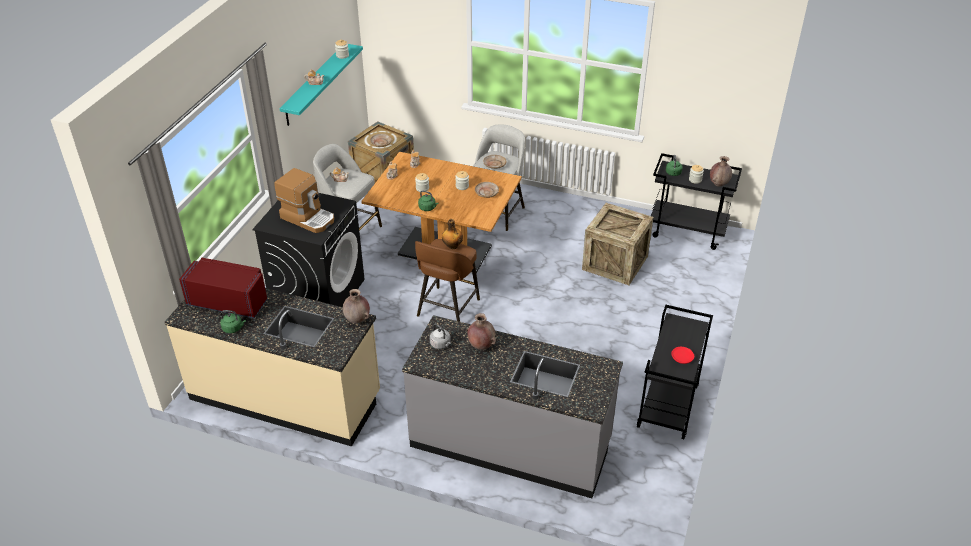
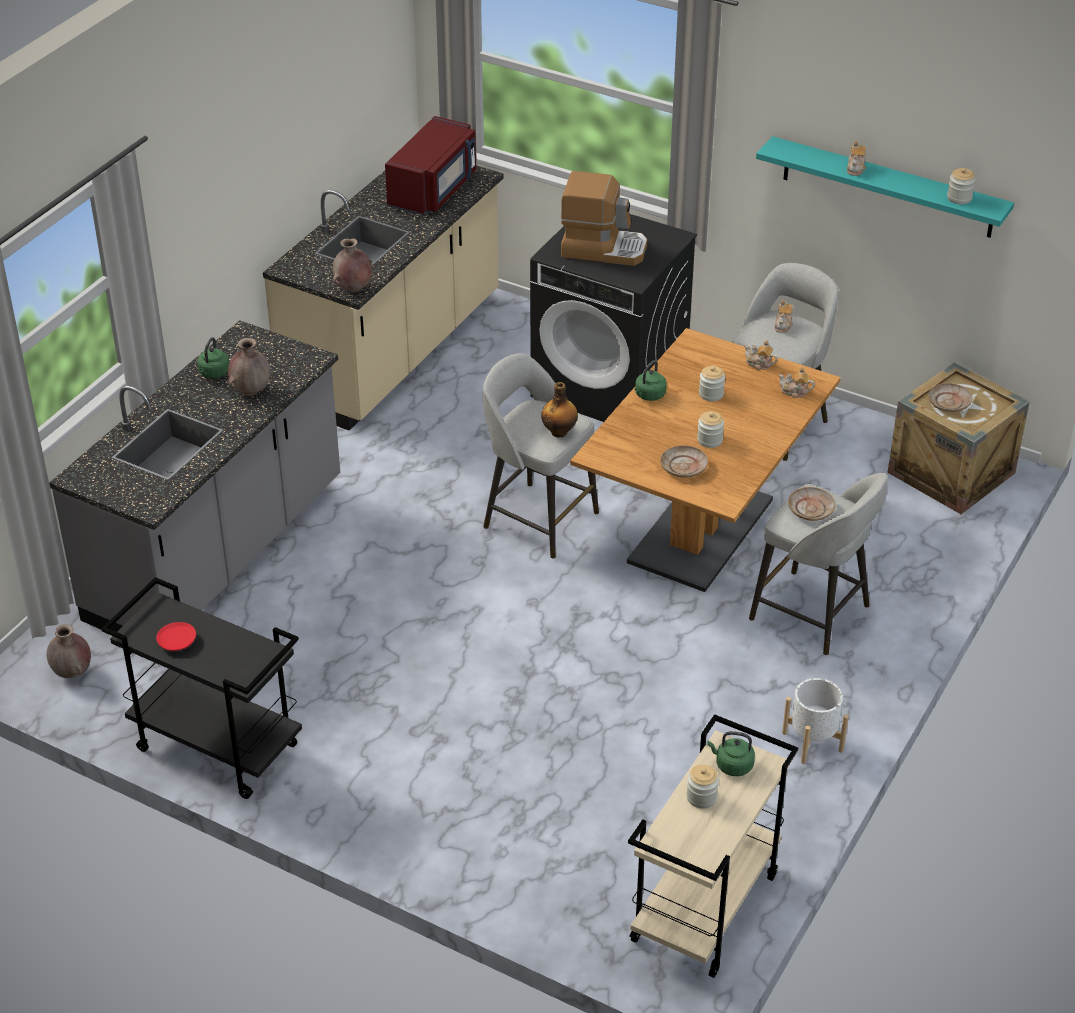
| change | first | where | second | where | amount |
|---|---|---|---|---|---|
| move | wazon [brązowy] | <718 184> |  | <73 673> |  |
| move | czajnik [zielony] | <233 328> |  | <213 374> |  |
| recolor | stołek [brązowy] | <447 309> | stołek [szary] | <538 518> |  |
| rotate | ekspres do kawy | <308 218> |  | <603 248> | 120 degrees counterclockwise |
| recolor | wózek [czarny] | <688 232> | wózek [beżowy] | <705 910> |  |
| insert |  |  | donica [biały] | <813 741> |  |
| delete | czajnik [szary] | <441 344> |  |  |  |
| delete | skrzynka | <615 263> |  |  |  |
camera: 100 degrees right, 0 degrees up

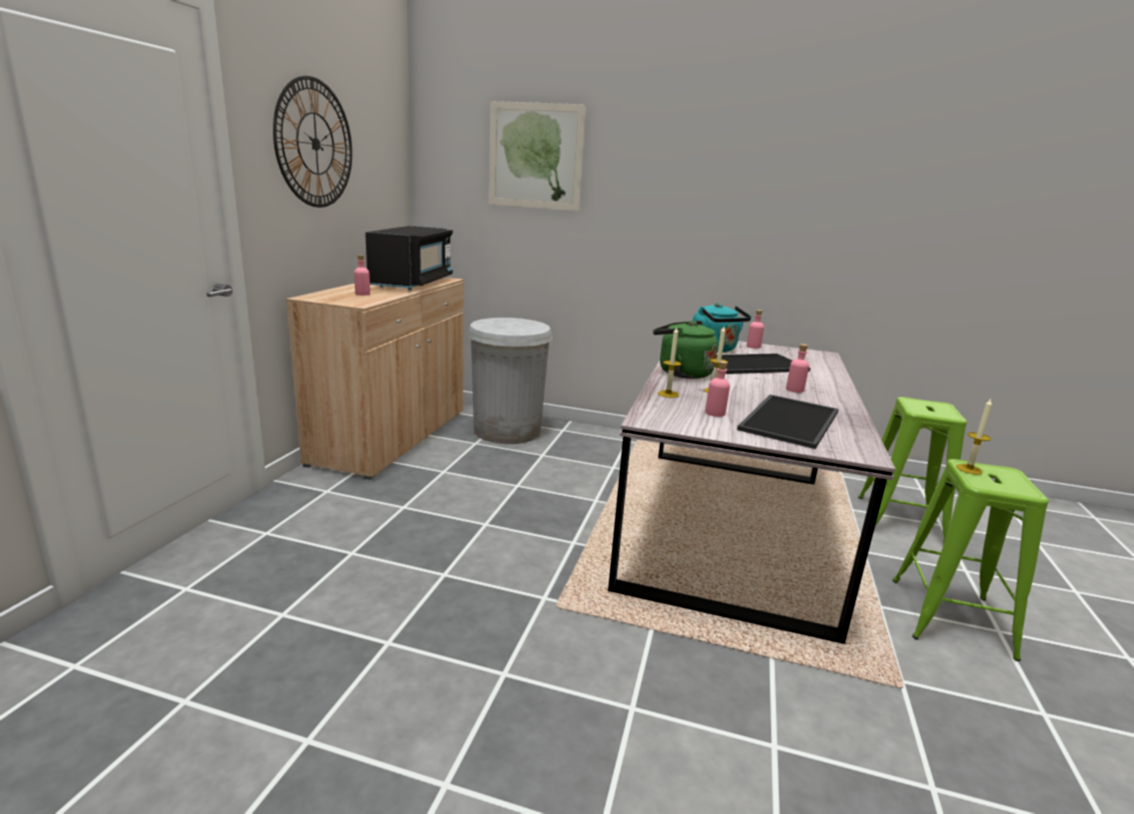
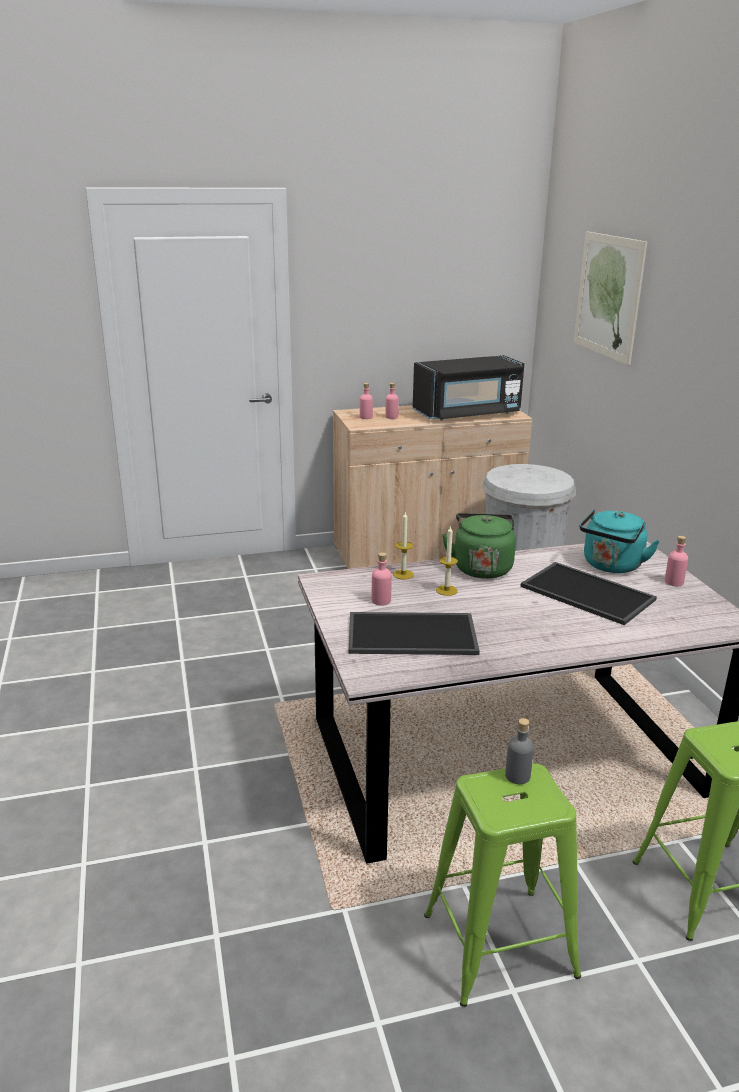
| change | first | where | second | where | amount |
|---|---|---|---|---|---|
| move | butelka [różowy] | <794 390> |  | <366 417> |  |
| replace | świeca | <969 469> | butelka [szary] | <517 776> |  |
| delete | zegar ścienny | <315 144> |  |  |  |
camera: 60 degrees right, 5 degrees up

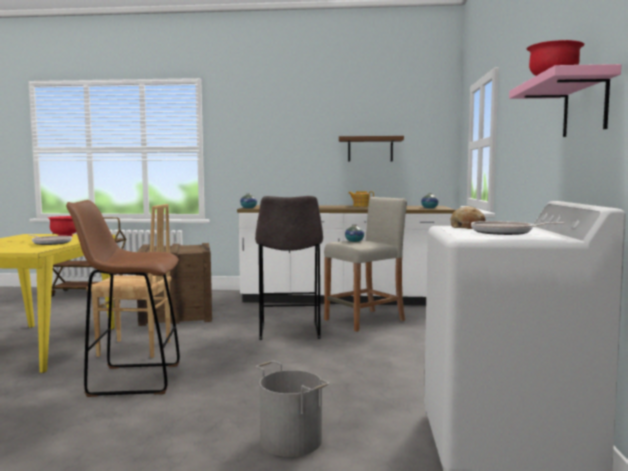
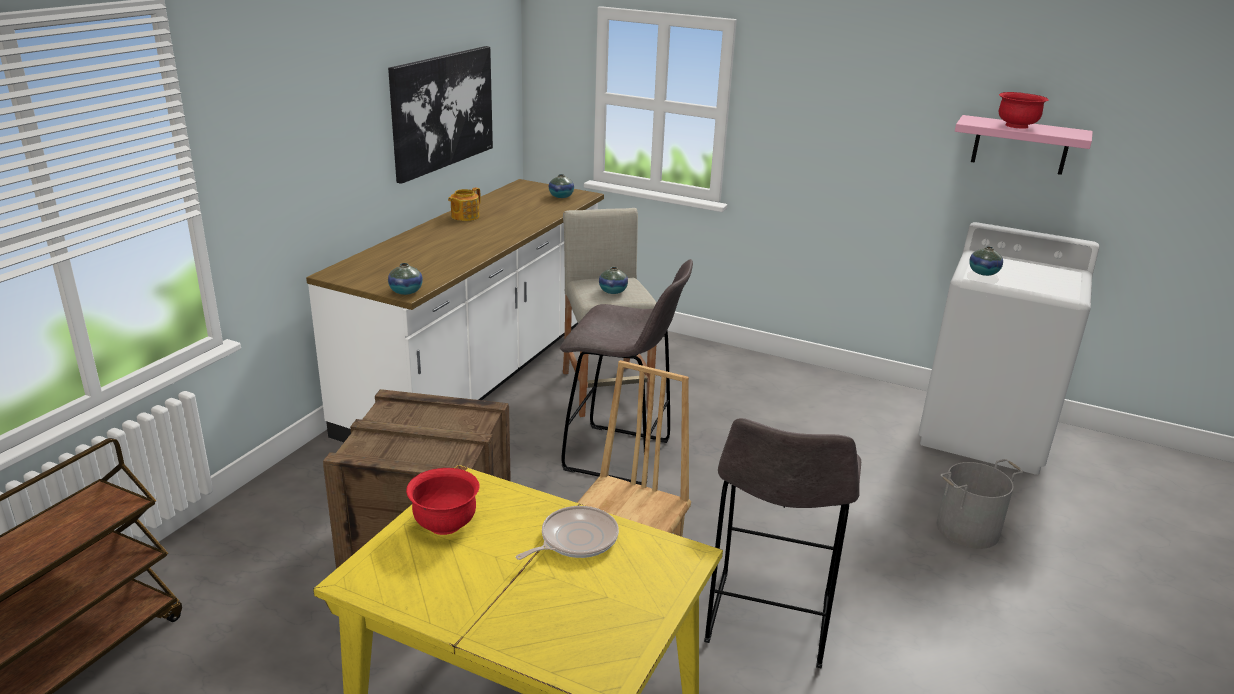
| change | first | where | second | where | amount |
|---|---|---|---|---|---|
| replace | półka [brązowy] | <370 149> | obraz | <442 111> |  |
| recolor | stołek [brązowy] | <132 380> | stołek [szary] | <767 622> |  |
| replace | chleb | <468 227> | wazon | <983 273> |  |
| delete | patelnia | <505 232> |  |  |  |
camera: 70 degrees left, 20 degrees up

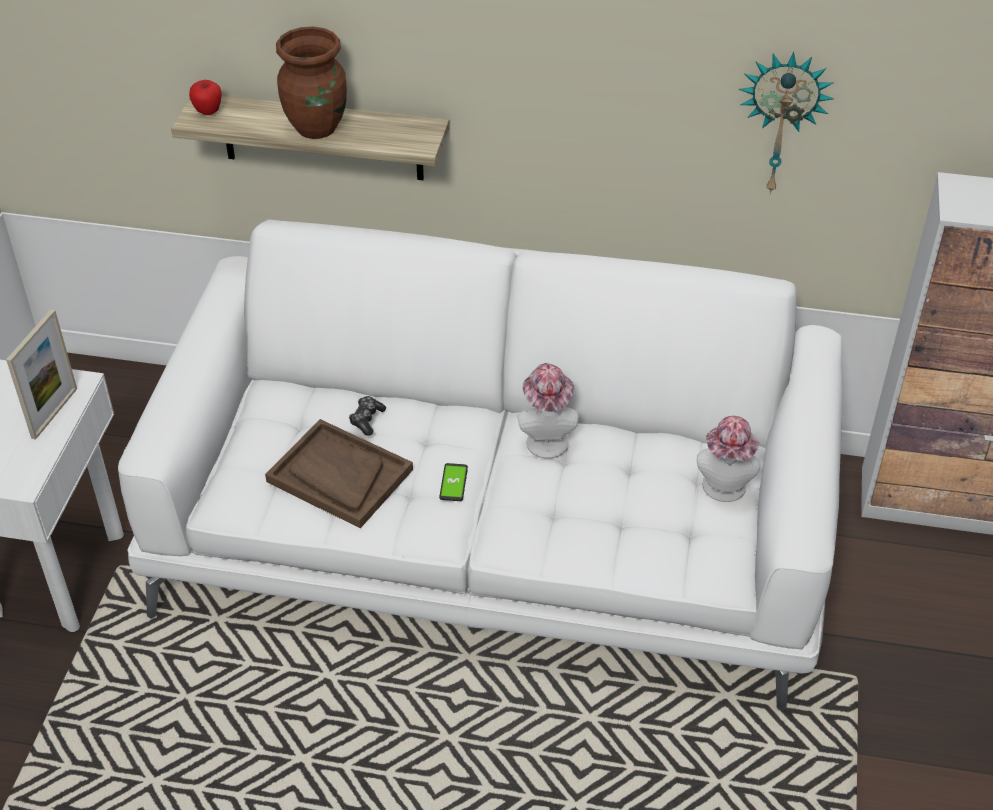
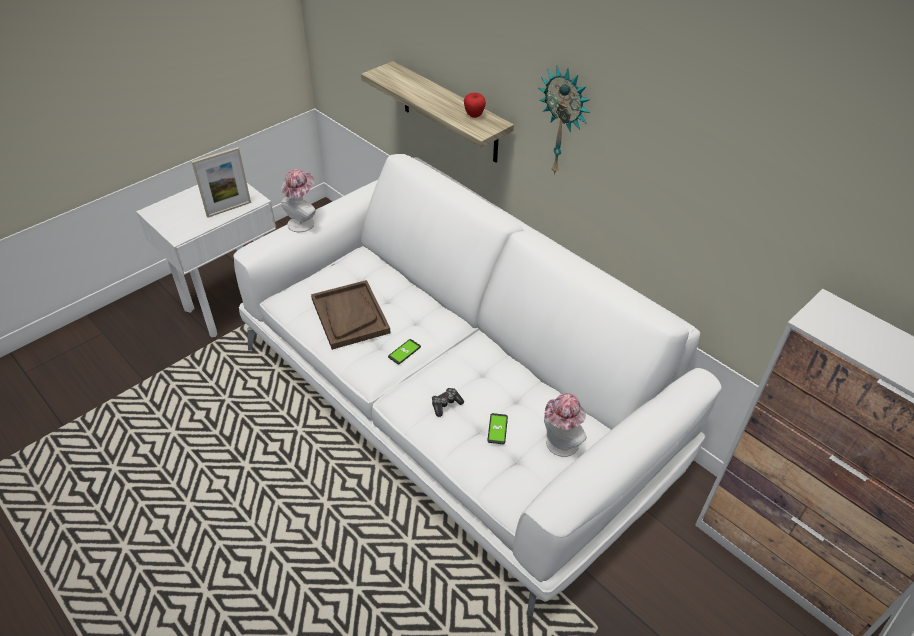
| change | first | where | second | where | amount |
|---|---|---|---|---|---|
| move | kapelusz | <546 438> |  | <303 222> |  |
| move | pad do gier | <367 419> |  | <446 404> |  |
| move | jabłko | <208 112> |  | <474 115> |  |
| insert |  |  | telefon | <497 429> |  |
| move | zegar ścienny | <781 121> |  | <564 122> |  |
| delete | wazon [brązowy] | <317 127> |  |  |  |
camera: 35 degrees right, 0 degrees up

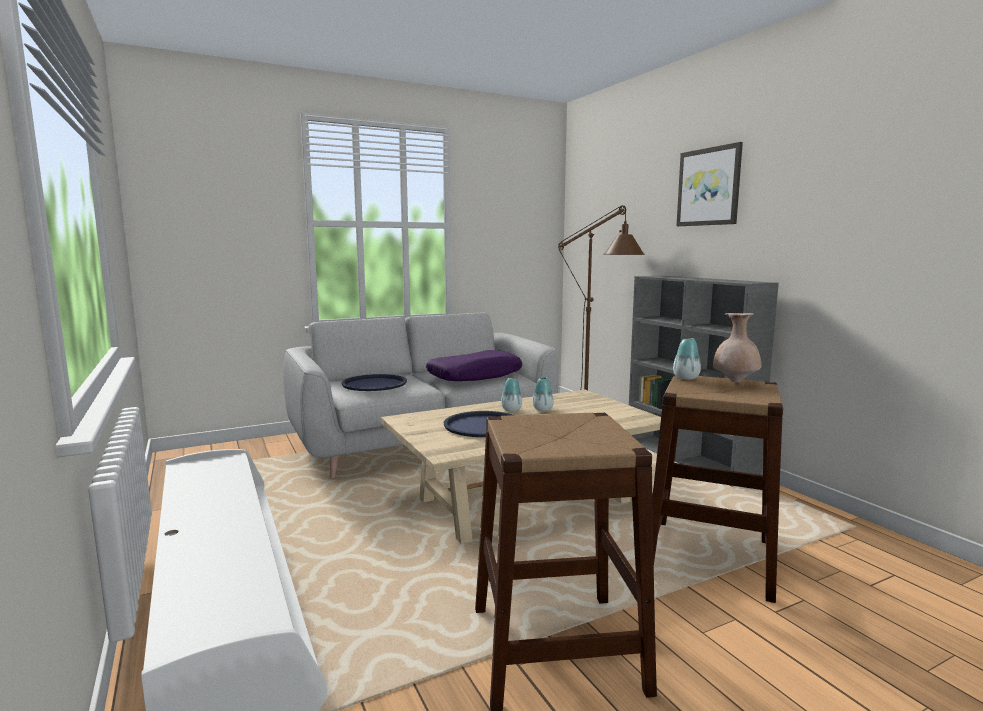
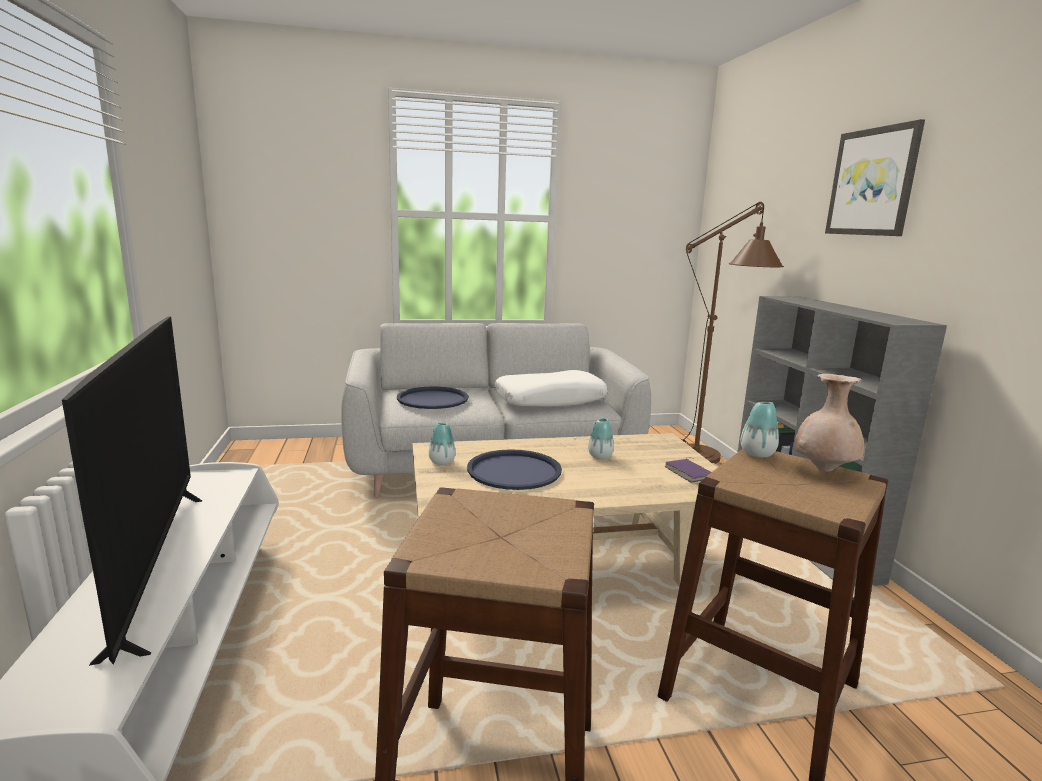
| change | first | where | second | where | amount |
|---|---|---|---|---|---|
| insert |  |  | telewizor | <158 564> |  |
| move | wazon | <511 410> |  | <442 462> |  |
| recolor | poduszka [fioletowy] | <475 376> | poduszka [biały] | <550 400> |  |
| insert |  |  | książka [fioletowy] | <690 473> |  |
camera: 15 degrees right, 5 degrees up

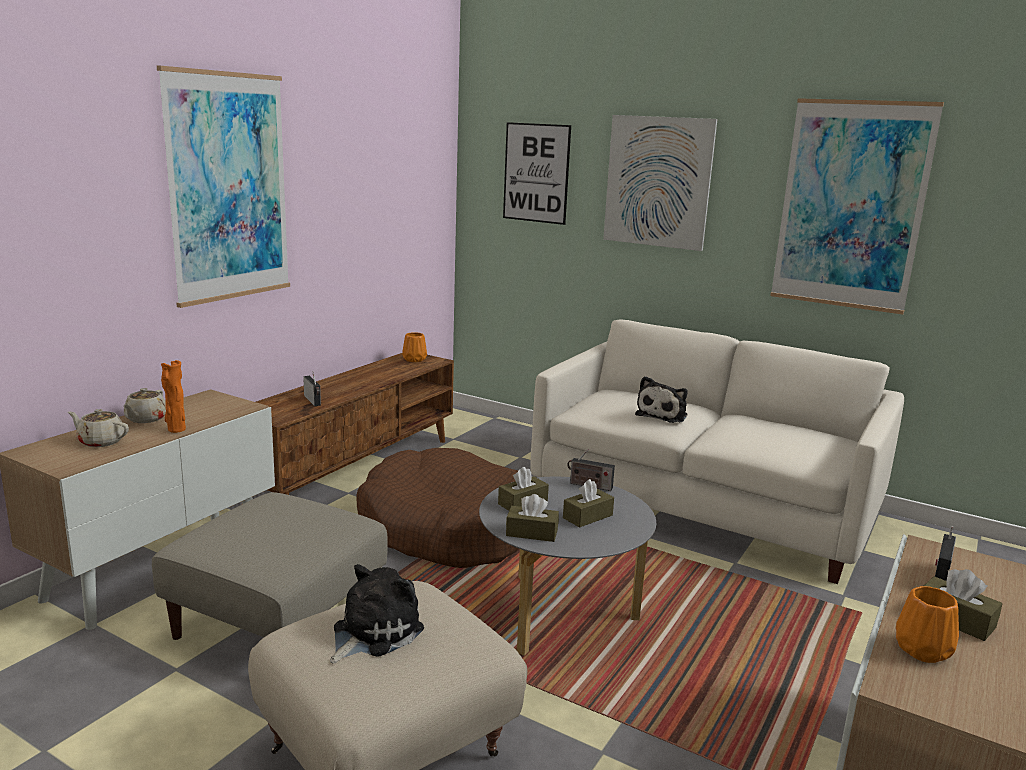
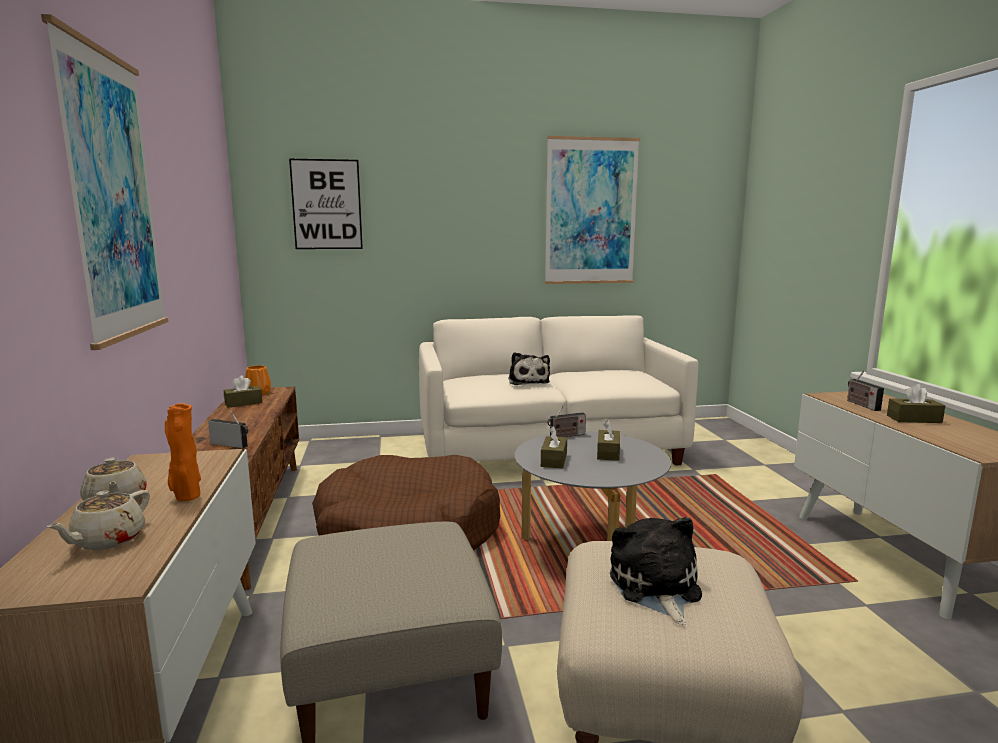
| change | first | where | second | where | amount |
|---|---|---|---|---|---|
| rotate | imbryk [beżowy] | <101 441> |  | <107 540> | 45 degrees counterclockwise |
| move | pudełko chusteczek [brązowy] | <532 533> |  | <243 403> |  |
| delete | obraz | <658 182> |  |  |  |
| delete | wazon [pomarańczowy] | <924 650> |  |  |  |
camera: 40 degrees left, 5 degrees down

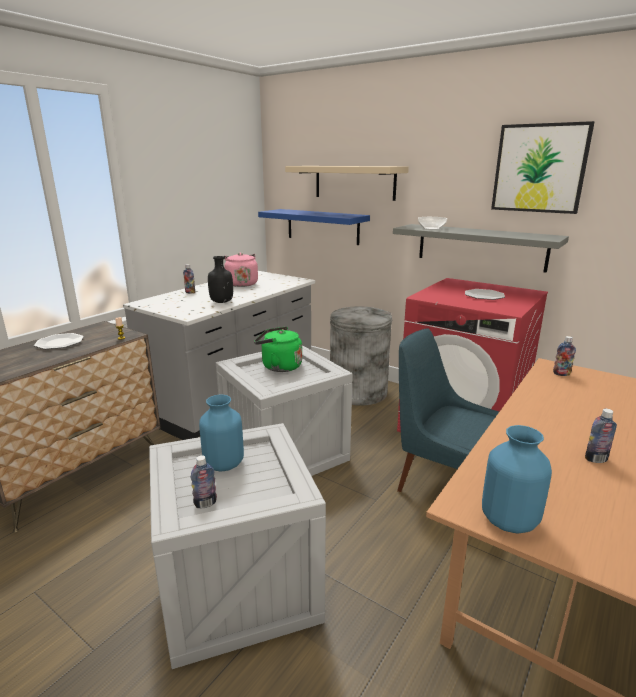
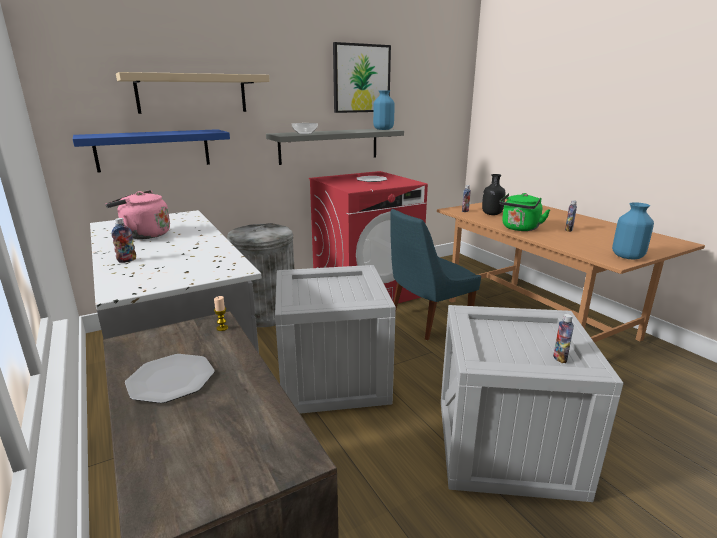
| change | first | where | second | where | amount |
|---|---|---|---|---|---|
| move | wazon [niebieski] | <224 463> |  | <383 129> |  |
| move | butelka [czarny] | <221 302> |  | <491 214> |  |
| move | czajnik [zielony] | <279 366> |  | <519 228> |  |
camera: 65 degrees left, 0 degrees up

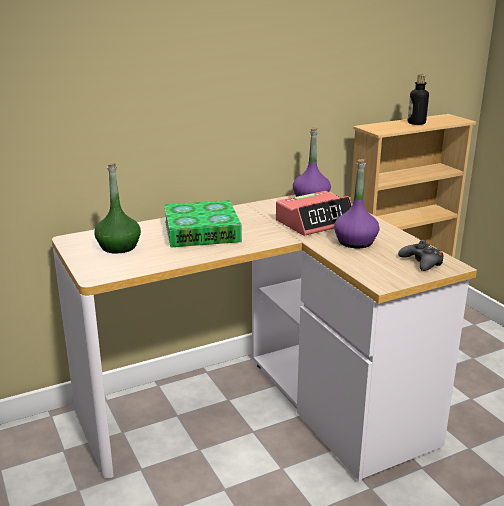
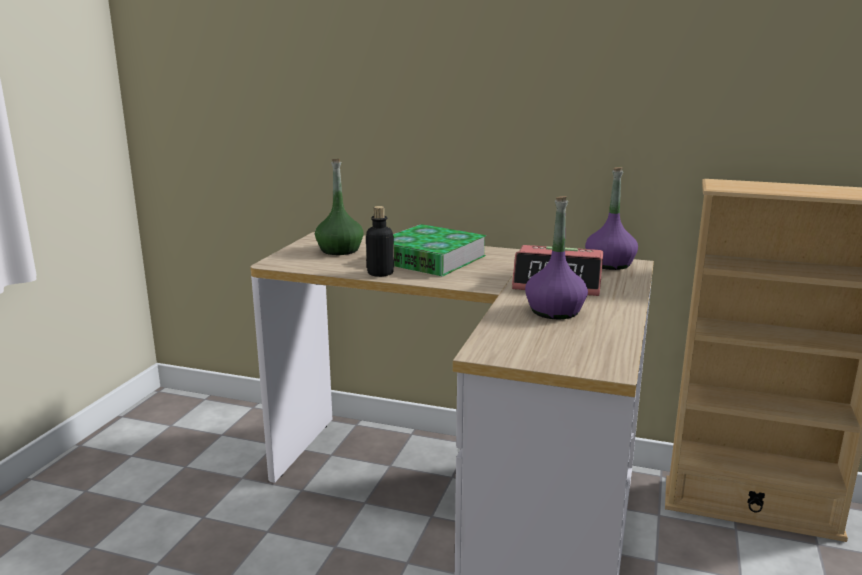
| change | first | where | second | where | amount |
|---|---|---|---|---|---|
| move | butelka | <416 123> |  | <380 273> |  |
| delete | pad do gier [czarny] | <421 262> |  |  |  |
camera: 45 degrees right, 5 degrees down

